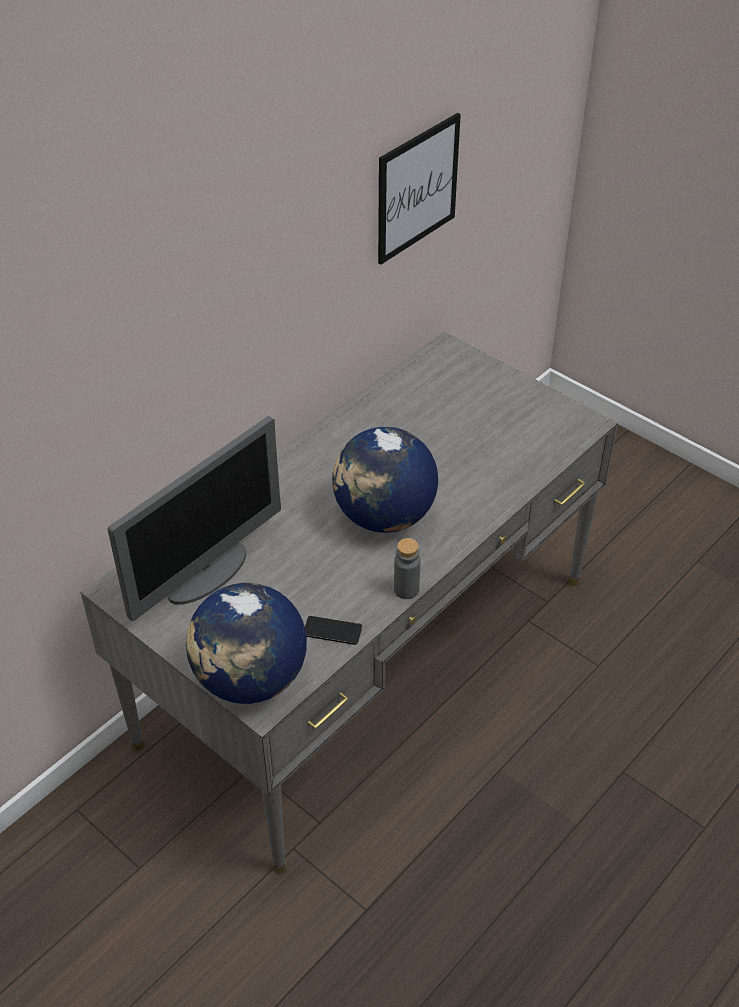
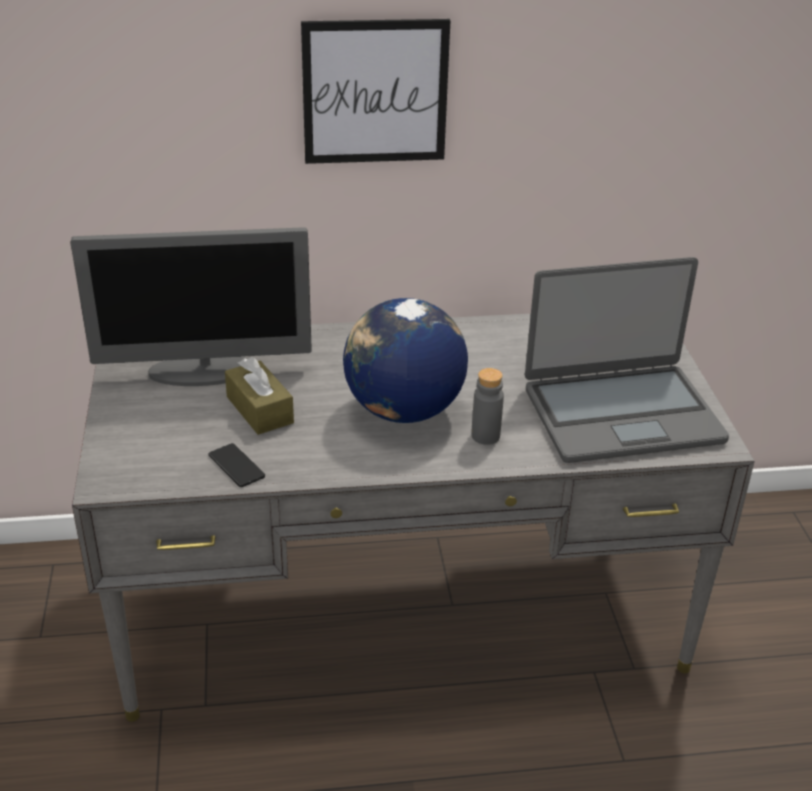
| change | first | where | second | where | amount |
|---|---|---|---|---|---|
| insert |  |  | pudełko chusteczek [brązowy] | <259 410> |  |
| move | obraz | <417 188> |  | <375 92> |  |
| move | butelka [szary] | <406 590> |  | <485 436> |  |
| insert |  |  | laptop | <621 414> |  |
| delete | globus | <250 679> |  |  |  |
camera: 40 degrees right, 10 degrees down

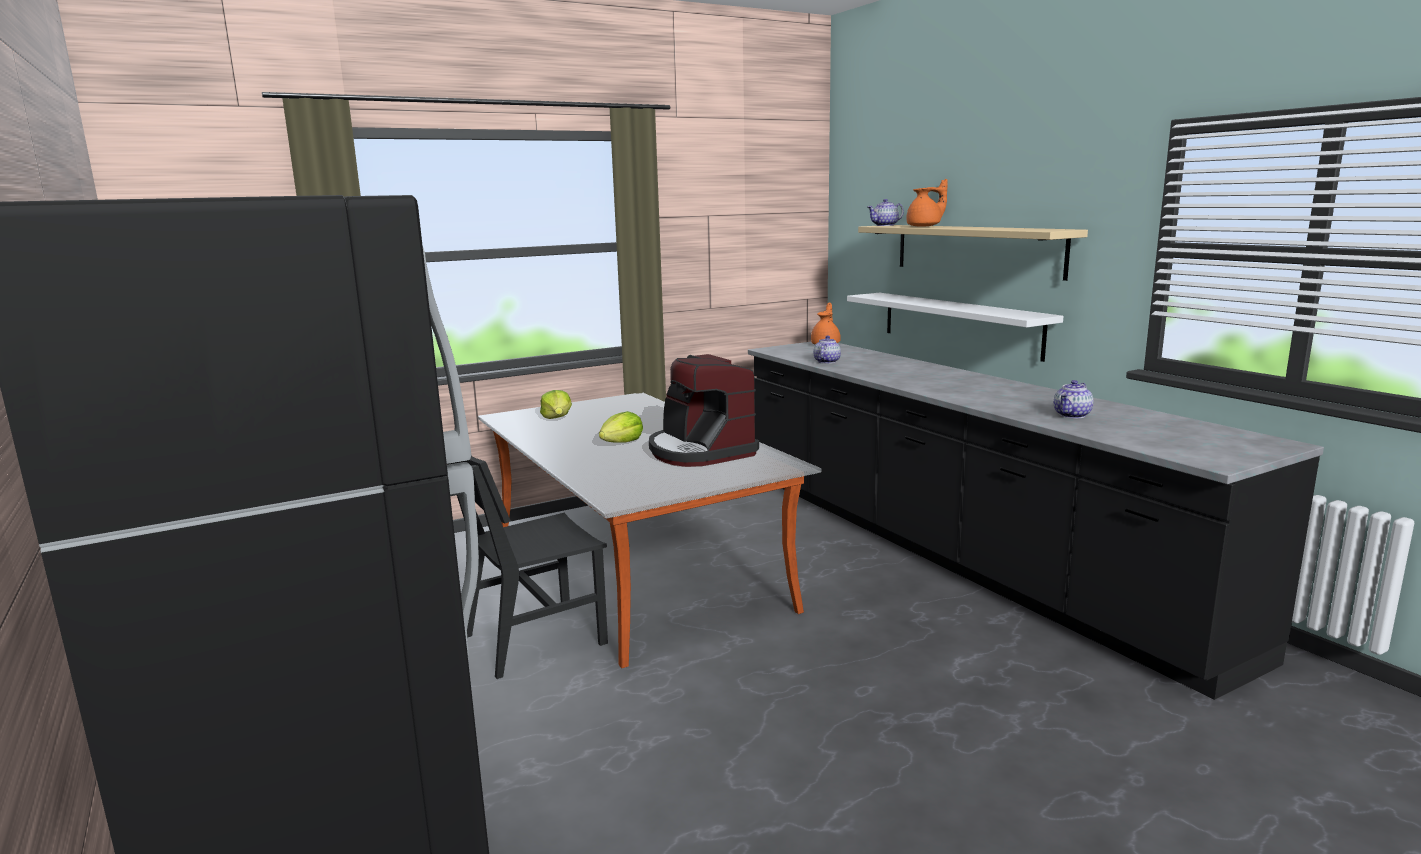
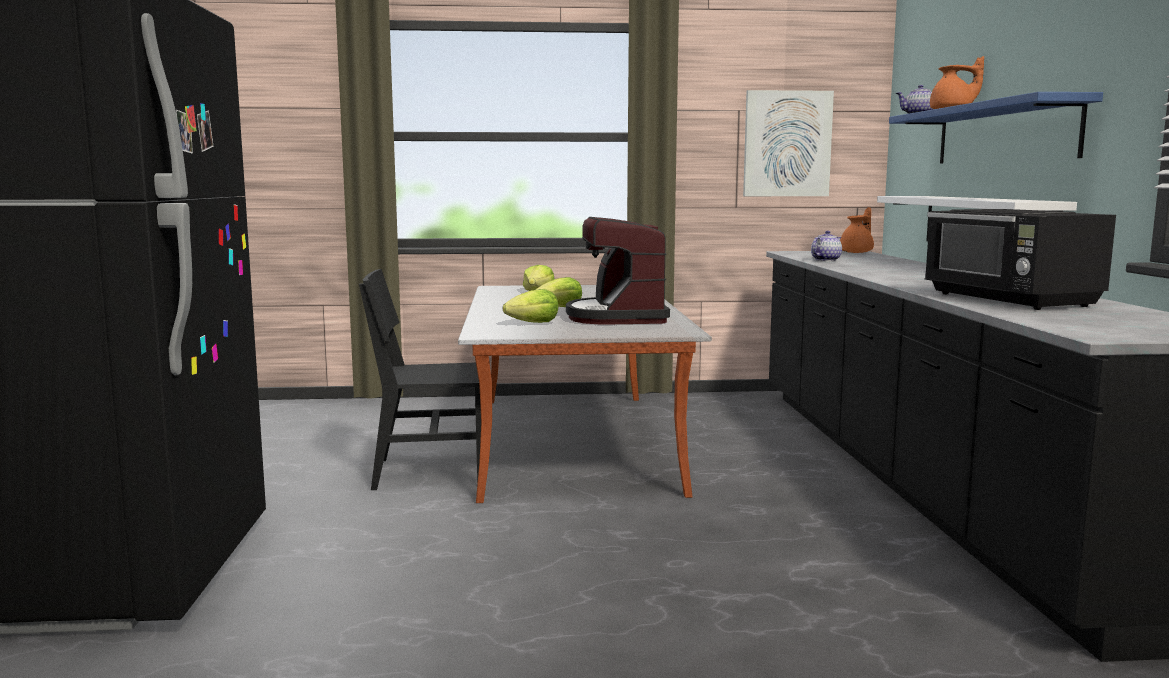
| change | first | where | second | where | amount |
|---|---|---|---|---|---|
| insert |  |  | sałata | <533 323> |  |
| insert |  |  | obraz | <787 144> |  |
| recolor | półka [beżowy] | <976 250> | półka [niebieski] | <1004 134> |  |
| replace | imbryk | <1072 415> | mikrofalówka [czarny] | <1010 300> |  |
camera: 25 degrees right, 5 degrees down

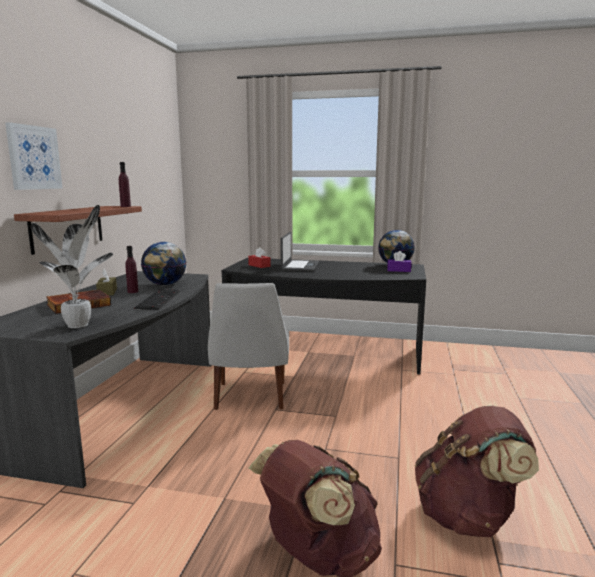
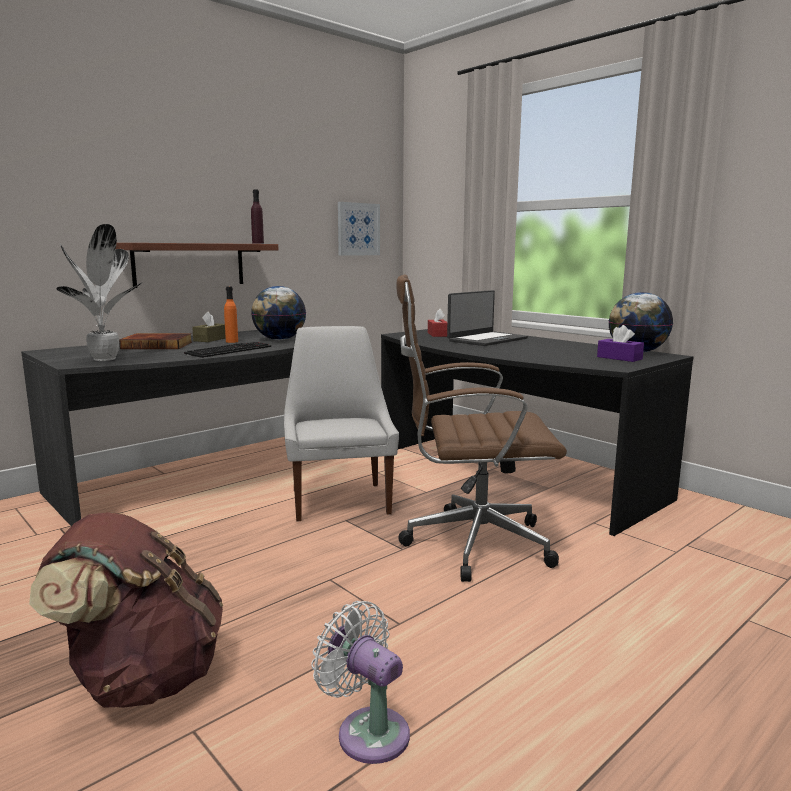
| change | first | where | second | where | amount |
|---|---|---|---|---|---|
| recolor | butelka [fioletowy] | <133 291> | butelka [pomarańczowy] | <232 341> |  |
| rotate | krzesło [biały] | <250 397> |  | <339 500> | 135 degrees clockwise |
| replace | plecak [brązowy] | <468 516> | wentylator [biały] | <368 731> |  |
| move | obraz | <34 157> |  | <358 229> |  |
| insert |  |  | krzesło biurowe [brązowy] | <470 544> |  |
camera: 35 degrees right, 0 degrees up

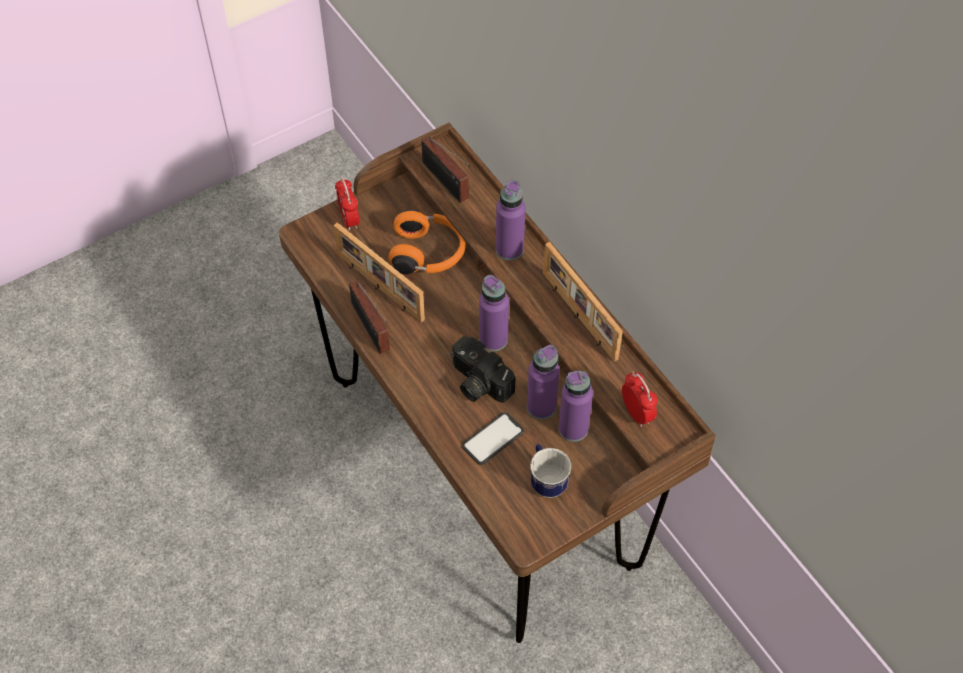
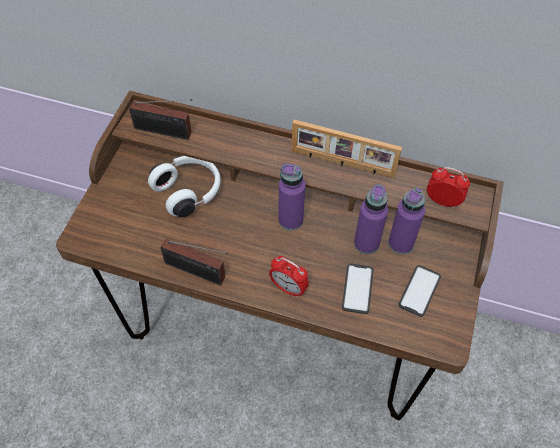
| change | first | where | second | where | amount |
|---|---|---|---|---|---|
| recolor | słuchawki [pomarańczowy] | <429 253> | słuchawki [biały] | <189 191> |  |
| move | budzik | <349 219> |  | <288 288> |  |
| replace | kubek | <546 480> | telefon | <419 291> |  |
| delete | ramka na zdjęcie | <379 288> |  |  |  |
| delete | aparat fotograficzny | <477 382> |  |  |  |
| delete | butelka [fioletowy] | <509 249> |  |  |  |
camera: 40 degrees left, 0 degrees up

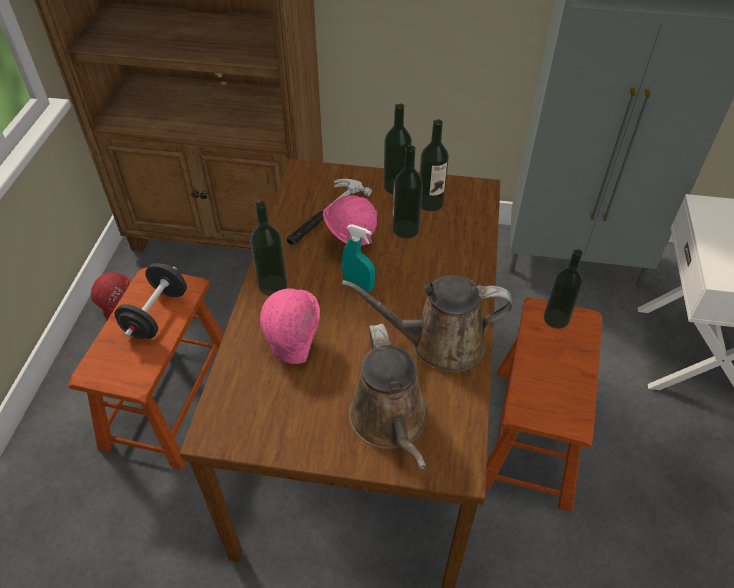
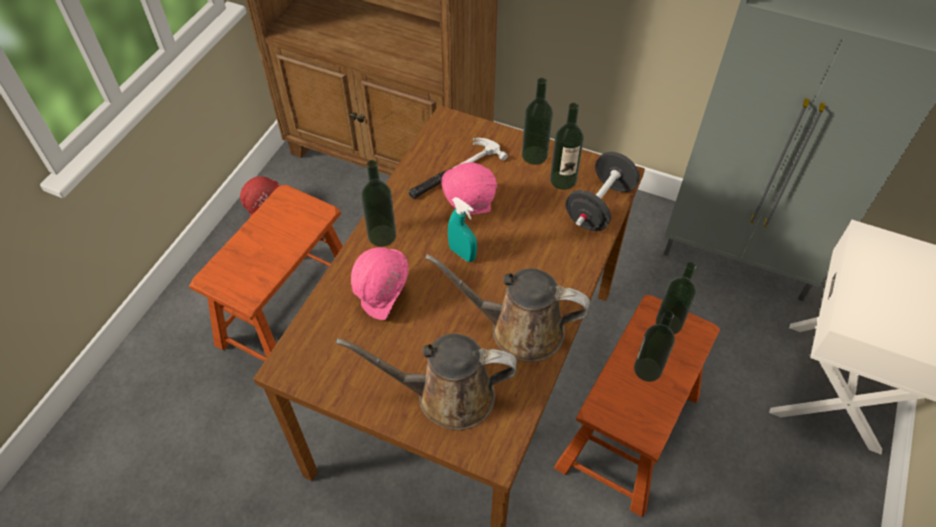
| change | first | where | second | where | amount |
|---|---|---|---|---|---|
| rotate | konewka [brązowy] | <390 422> |  | <447 395> | 90 degrees clockwise |
| move | hantel [czarny] | <156 314> |  | <599 206> |  |
| move | butelka | <405 229> |  | <647 369> |  |
camera: 15 degrees right, 5 degrees up

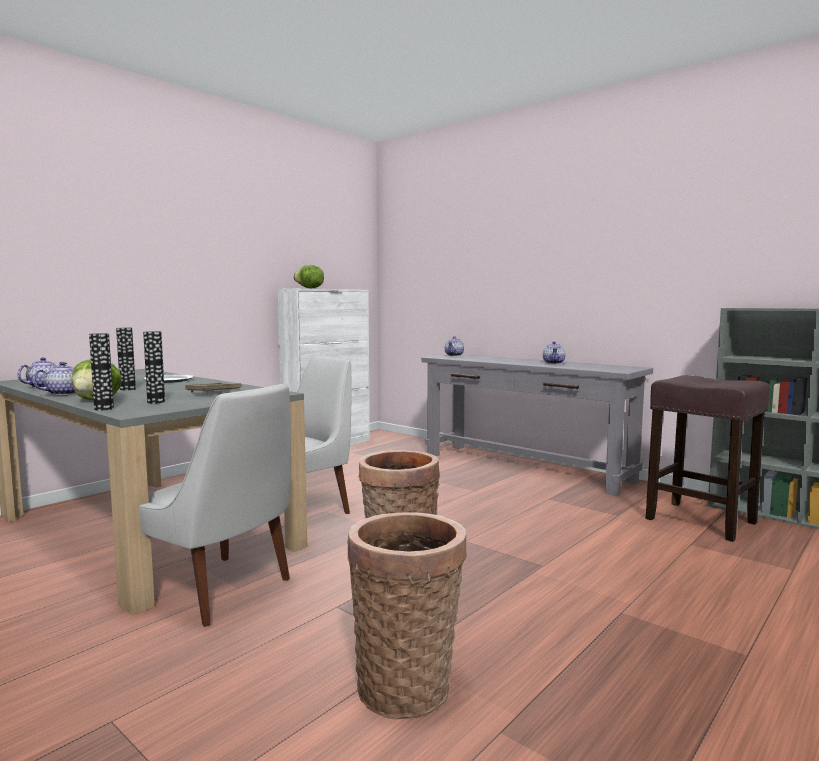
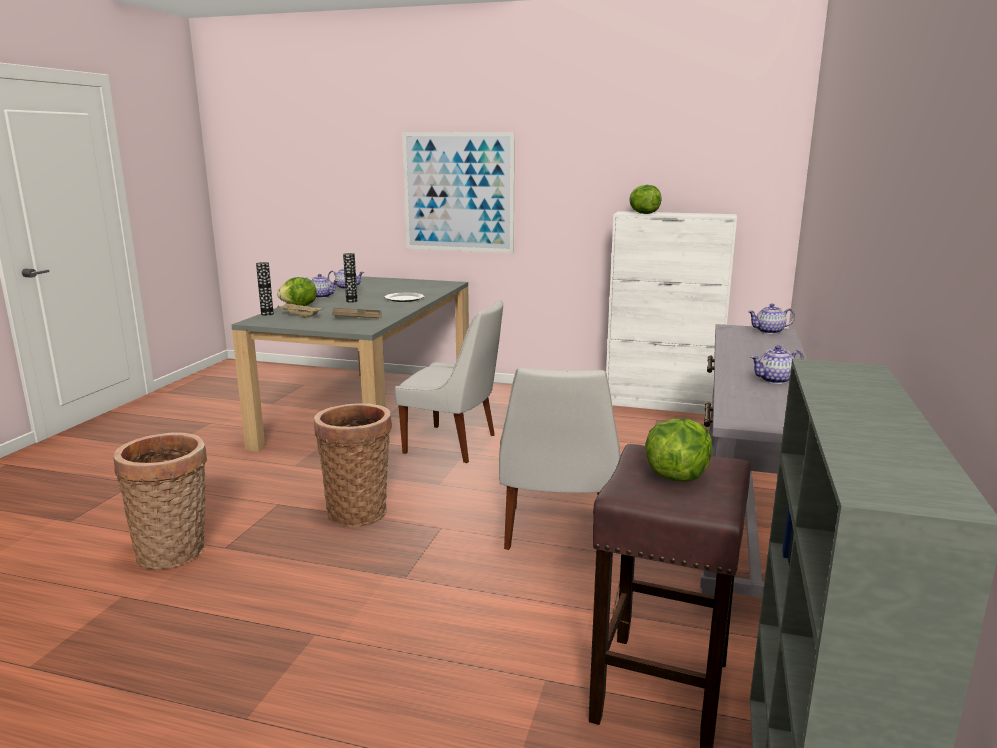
| change | first | where | second | where | amount |
|---|---|---|---|---|---|
| replace | wazon | <156 402> | taca [beżowy] | <300 316> |  |
| insert |  |  | obraz | <458 192> |  |
| move | krzesło [biały] | <220 590> |  | <556 532> |  |
| insert |  |  | sałata | <676 476> |  |
camera: 65 degrees right, 10 degrees up

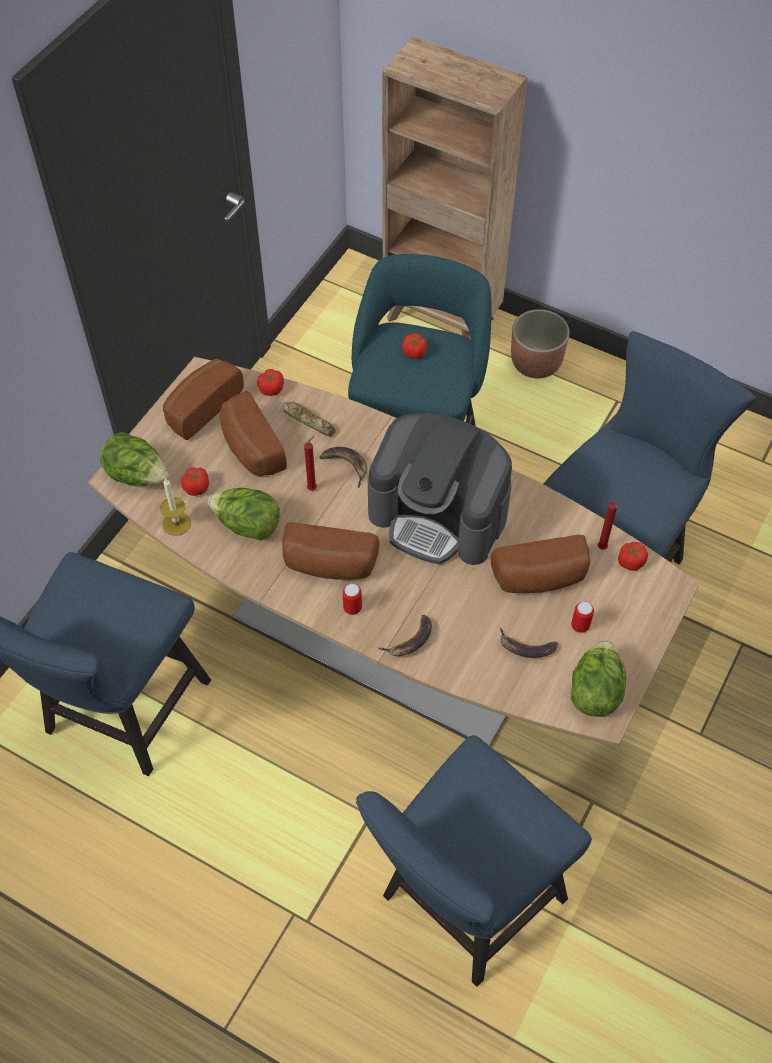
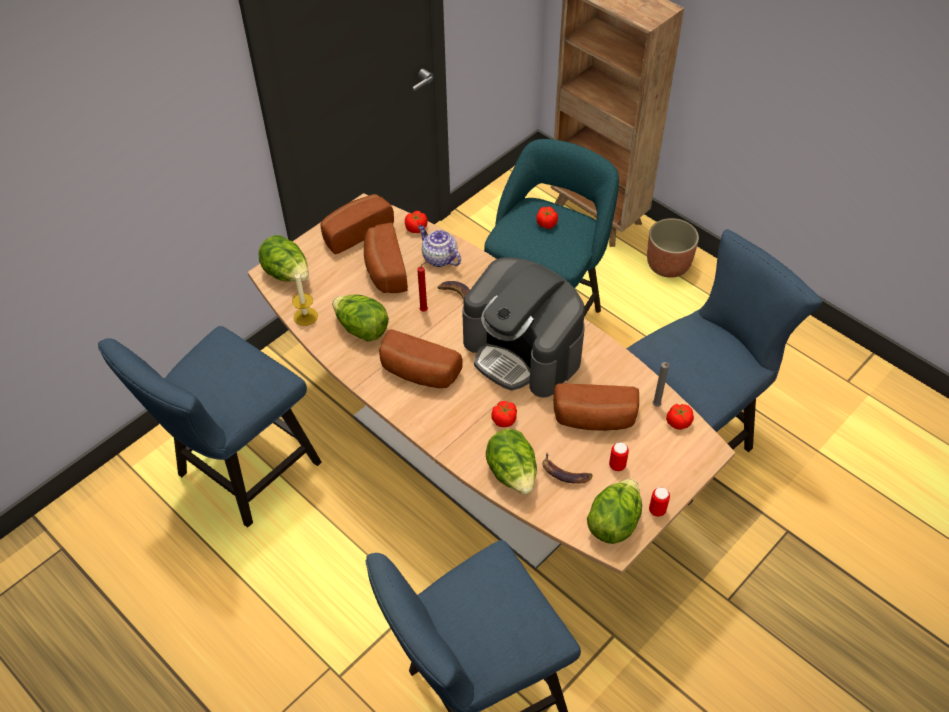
| change | first | where | second | where | amount |
|---|---|---|---|---|---|
| replace | chleb | <309 421> | imbryk | <439 258> |  |
| insert |  |  | sałata | <512 474> |  |
| move | pomidor | <197 487> |  | <504 420> |  |
| move | puszka | <352 608> |  | <657 510> |  |
| recolor | świeca [czerwony] | <602 549> | świeca [szary] | <656 406> |  |
| delete | banan | <410 640> |  |  |  |
camera: 15 degrees right, 5 degrees down

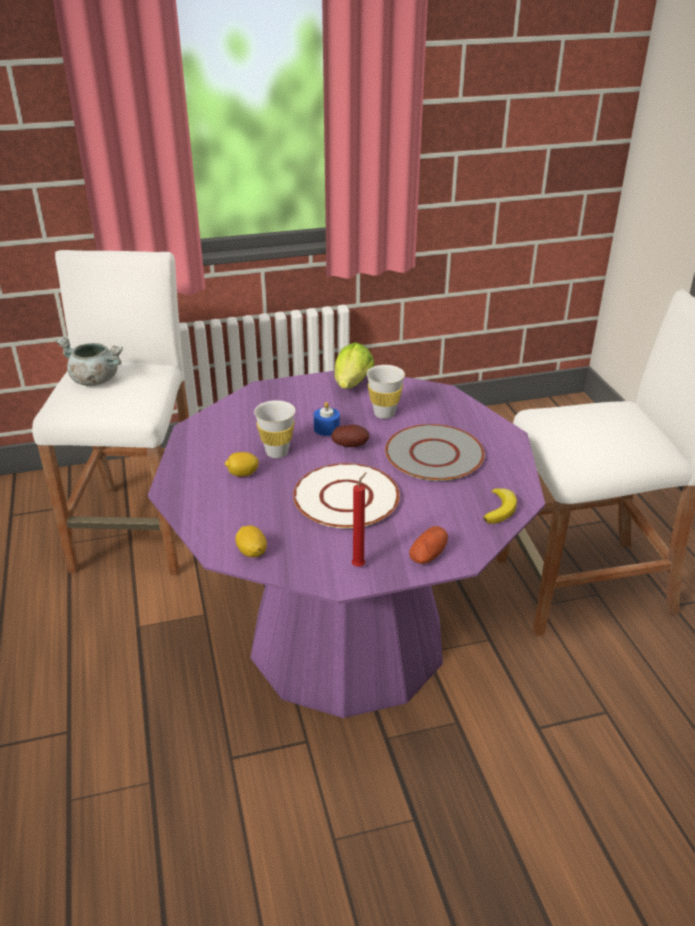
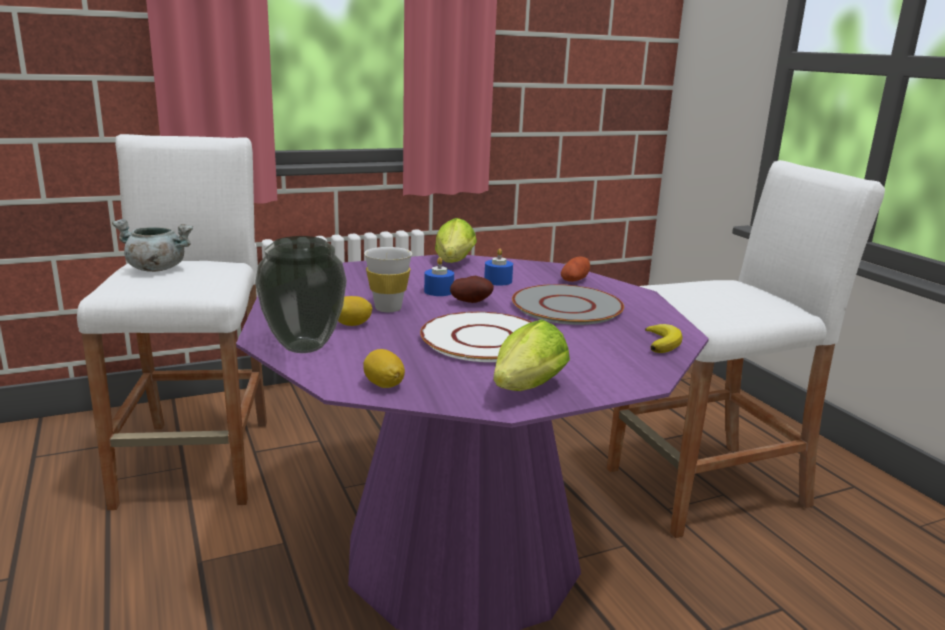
| change | first | where | second | where | amount |
|---|---|---|---|---|---|
| insert |  |  | wazon | <305 347> |  |
| replace | filiżanka [biały] | <384 414> | świeca [niebieski] | <498 281> |  |
| replace | świeca [czerwony] | <360 565> | sałata | <524 391> |  |
| move | ziemniak | <428 555> |  | <575 280> |  |
camera: 10 degrees left, 15 degrees down

